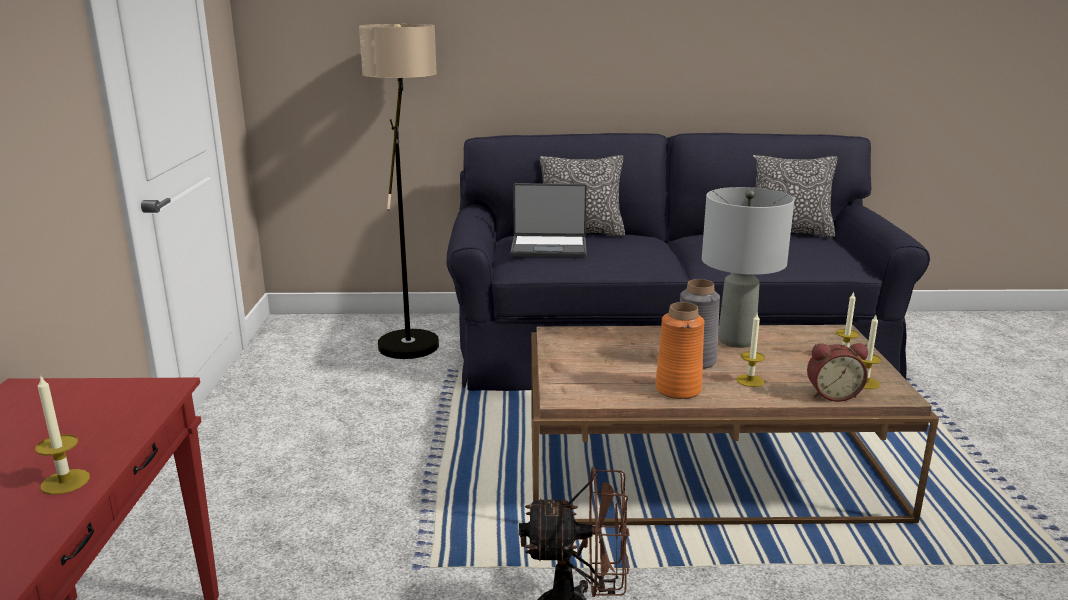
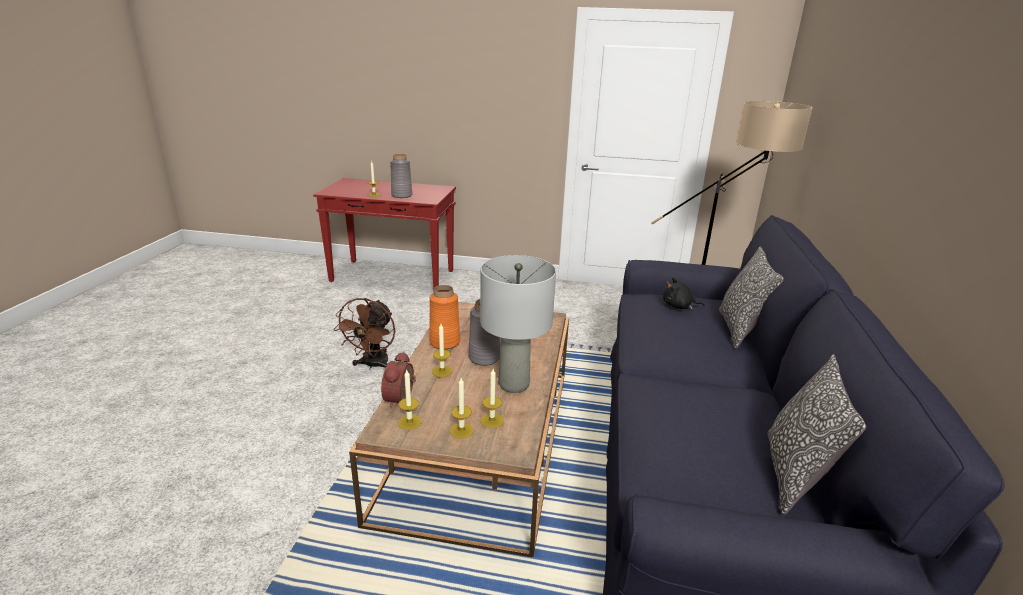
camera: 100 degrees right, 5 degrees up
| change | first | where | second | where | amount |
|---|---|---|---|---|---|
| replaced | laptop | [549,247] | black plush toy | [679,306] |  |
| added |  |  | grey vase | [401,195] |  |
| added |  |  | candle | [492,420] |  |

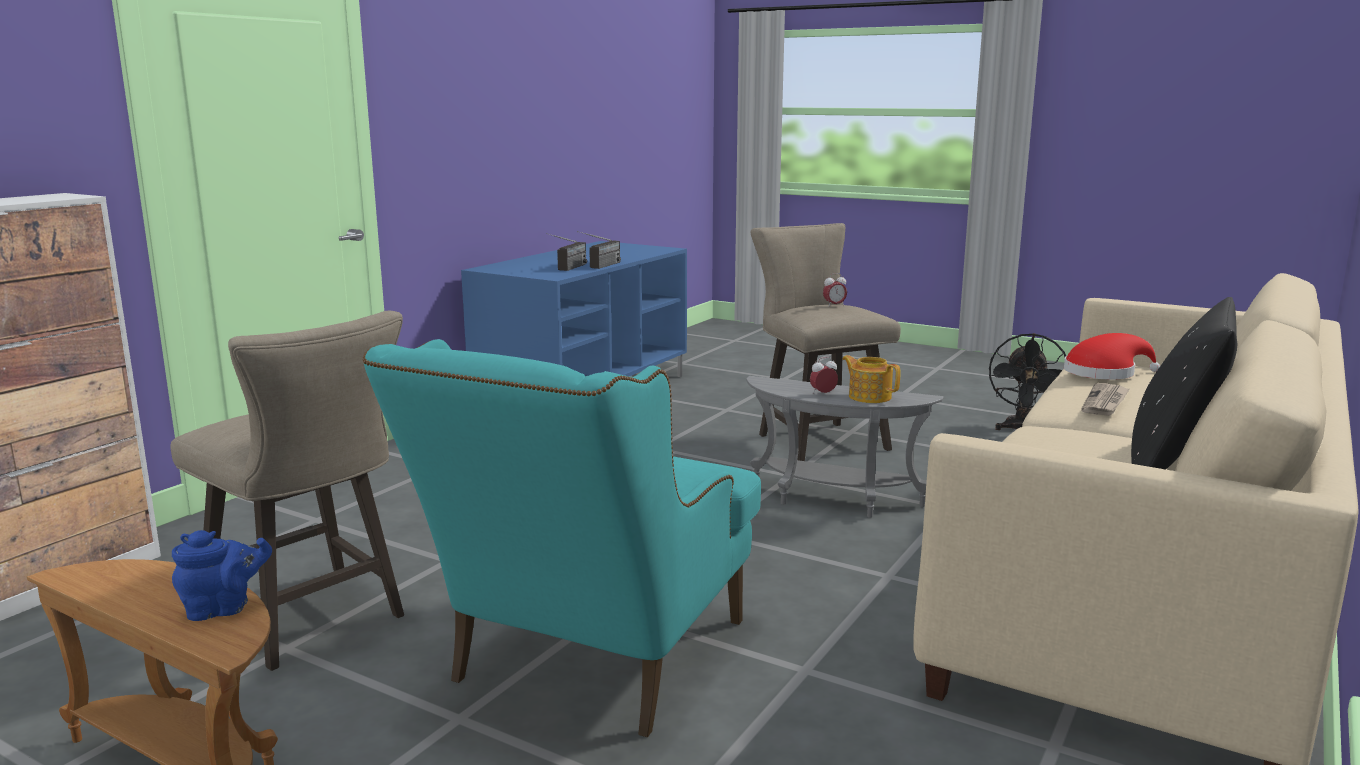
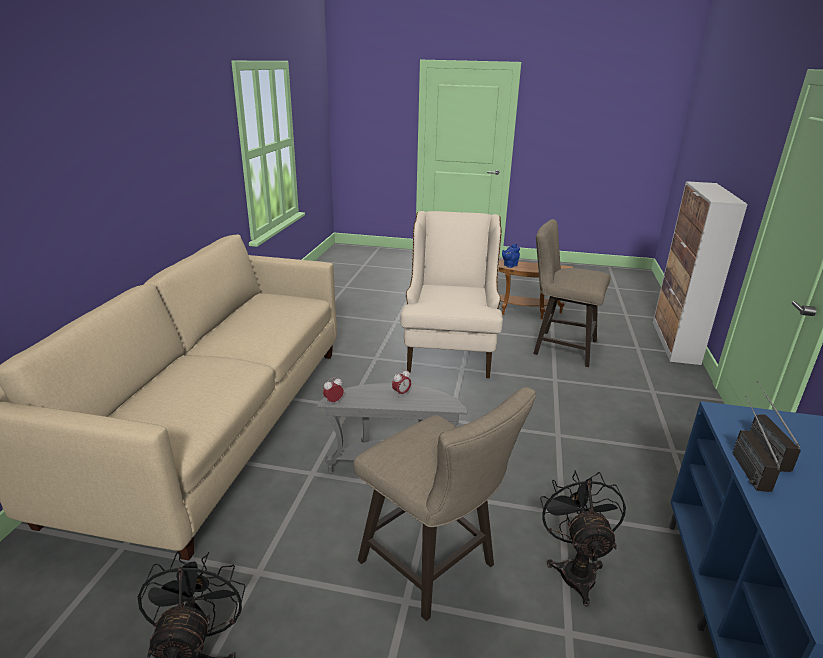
camera: 160 degrees right, 10 degrees up
| change | first | where | second | where | amount |
|---|---|---|---|---|---|
| moved | alarm clock | [834,305] |  | [333,401] |  |
| removed | black pillow | [1172,467] |  |  |  |
| removed | red hat | [1104,373] |  |  |  |
| recoloured | turquoise armchair | [587,665] | beige armchair | [450,348] |  |
| removed | teapot | [869,396] |  |  |  |
| removed | newspaper | [1106,402] |  |  |  |
| added |  |  | black fan | [575,569] |  |

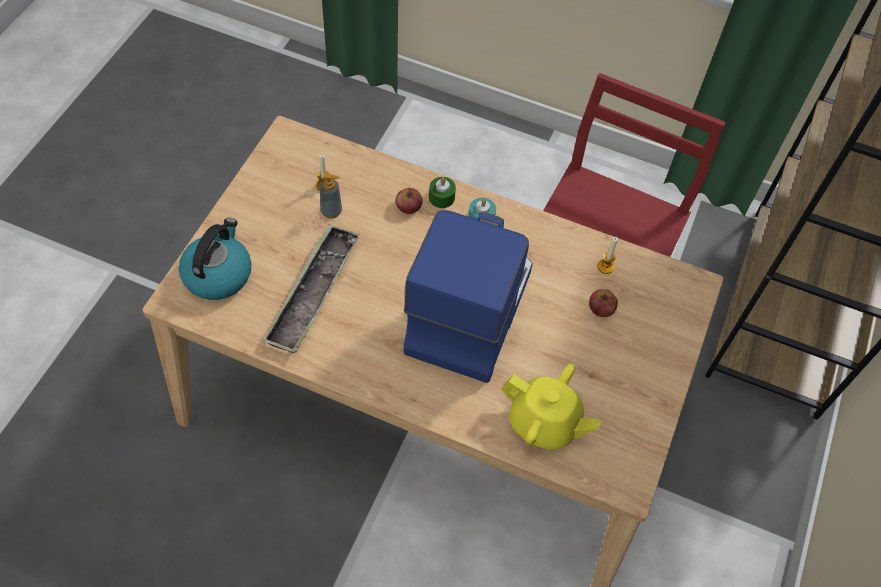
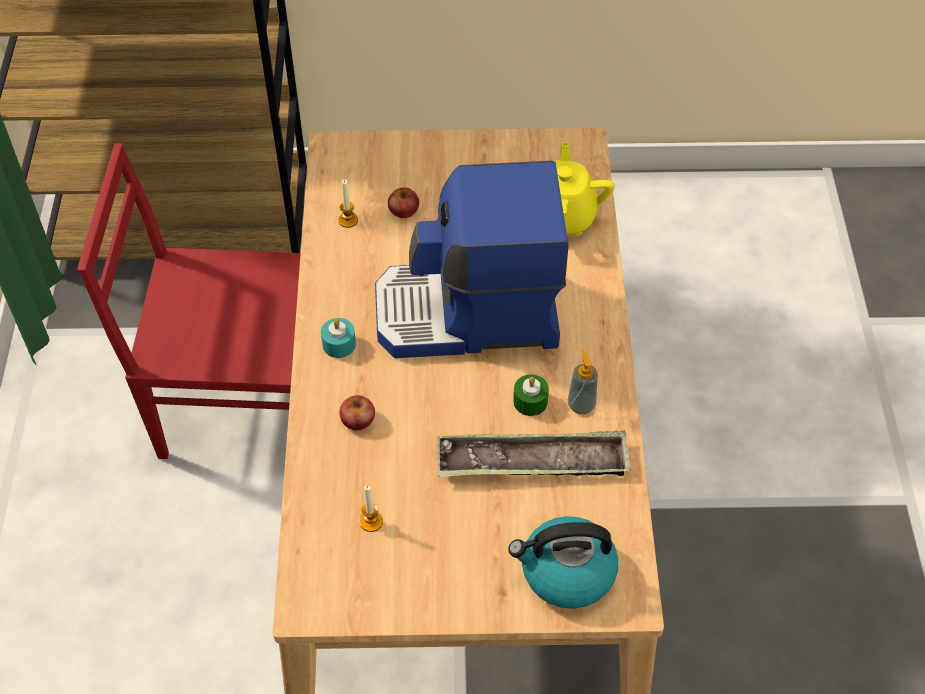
camera: 110 degrees left, 5 degrees down
| change | first | where | second | where | amount |
|---|---|---|---|---|---|
| moved | soap dispenser | [331,211] |  | [581,404] |  |
| moved | green candle | [441,197] |  | [530,401] |  |

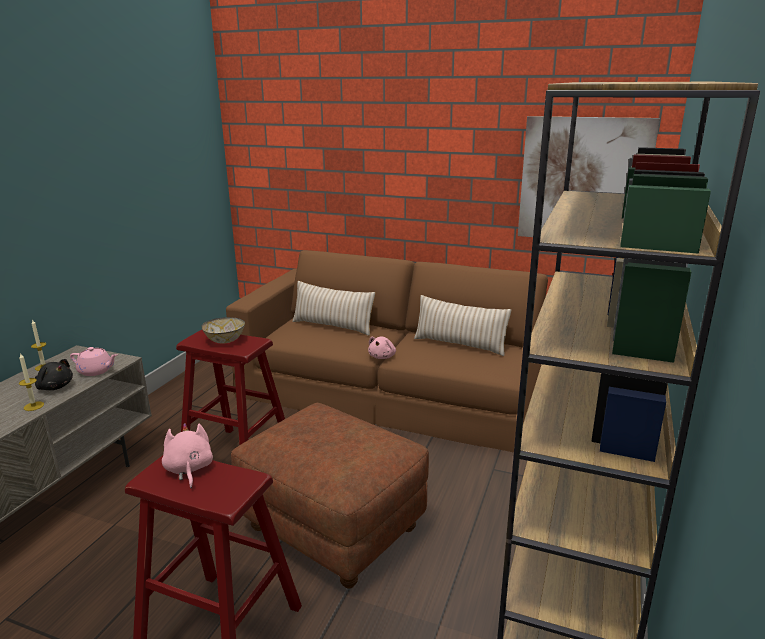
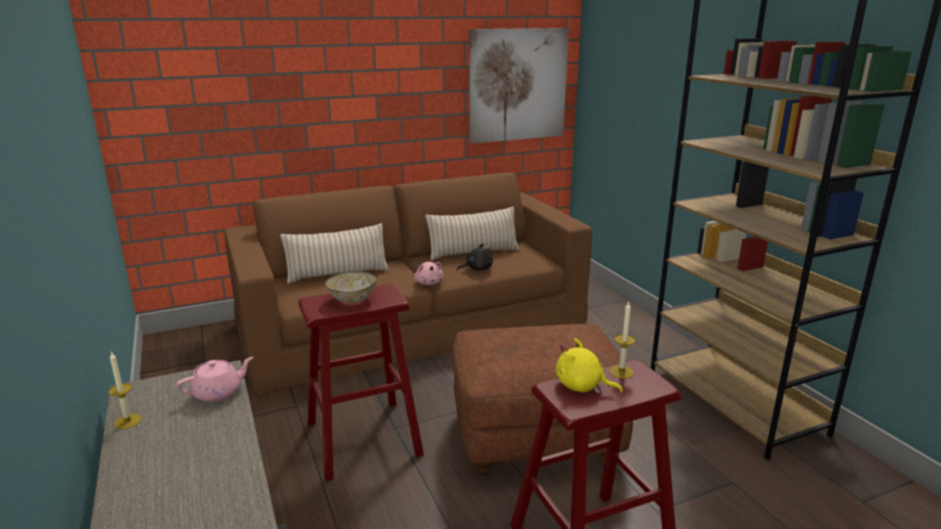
camera: 45 degrees left, 0 degrees up
| change | first | where | second | where | amount |
|---|---|---|---|---|---|
| moved | candle | [33,406] |  | [621,372] |  |
| moved | black plush toy | [55,387] |  | [477,269] |  |
| recoloured | pink plush toy | [189,469] | yellow plush toy | [582,386] |  |

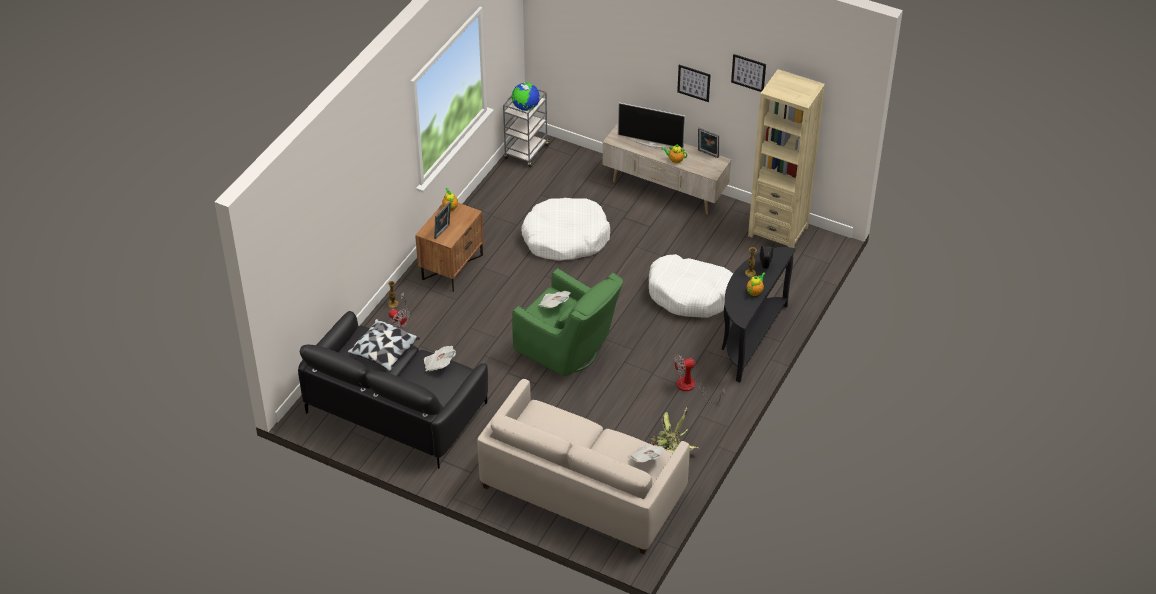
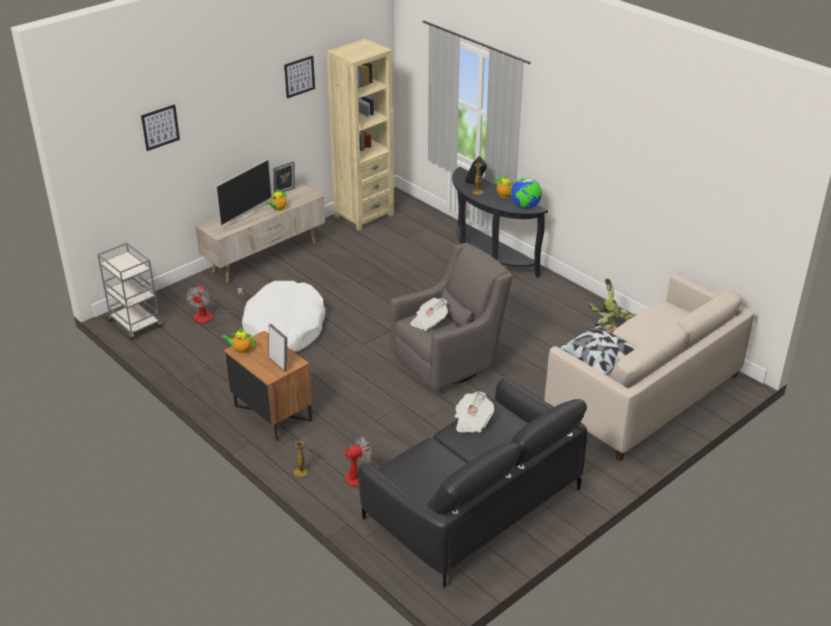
camera: 70 degrees left, 10 degrees down
| change | first | where | second | where | amount |
|---|---|---|---|---|---|
| moved | picture | [694,83] |  | [160,127] |  |
| moved | globe | [525,107] |  | [525,207] |  |
| removed | white dog bed | [691,294] |  |  |  |
| recoloured | green armchair | [568,352] | grey armchair | [450,362] |  |
| moved | pillow | [384,352] |  | [600,360] |  |
| moved | fan | [692,387] |  | [209,315] |  |
| removed | newspaper | [646,458] |  |  |  |

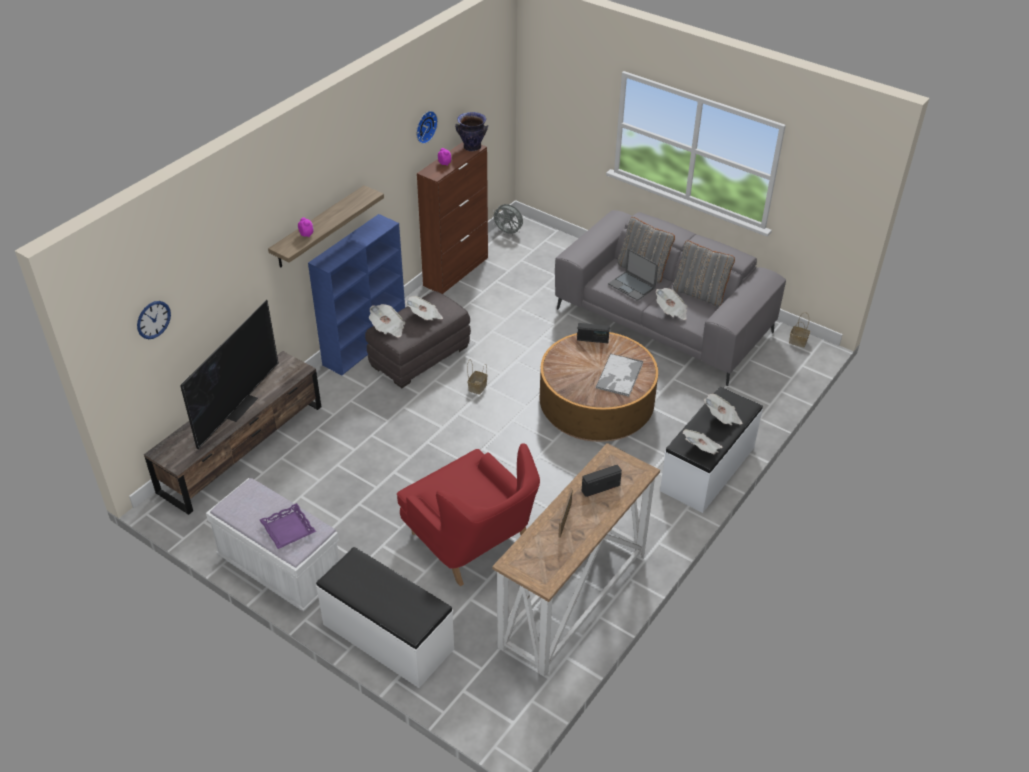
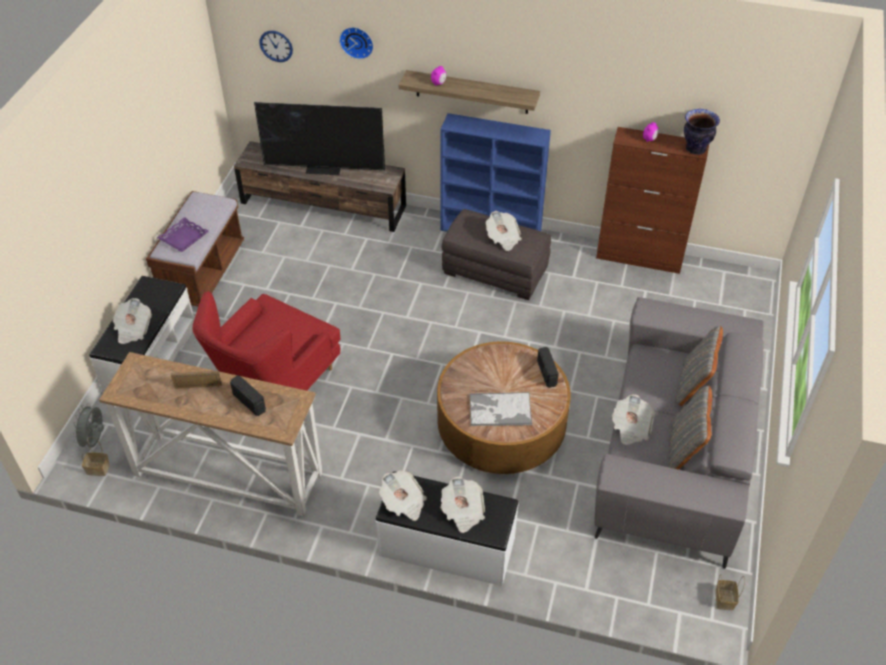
camera: 70 degrees right, 5 degrees up
| change | first | where | second | where | amount |
|---|---|---|---|---|---|
| moved | wall clock | [424,126] |  | [357,41] |  |
| moved | grey fan | [508,233] |  | [95,440] |  |
| removed | laptop | [632,286] |  |  |  |
| moved | newspaper | [388,328] |  | [133,329] |  |
| moved | basket | [477,387] |  | [99,468] |  |
| recoloured | white bench | [280,568] | brown bench | [203,272] |  |

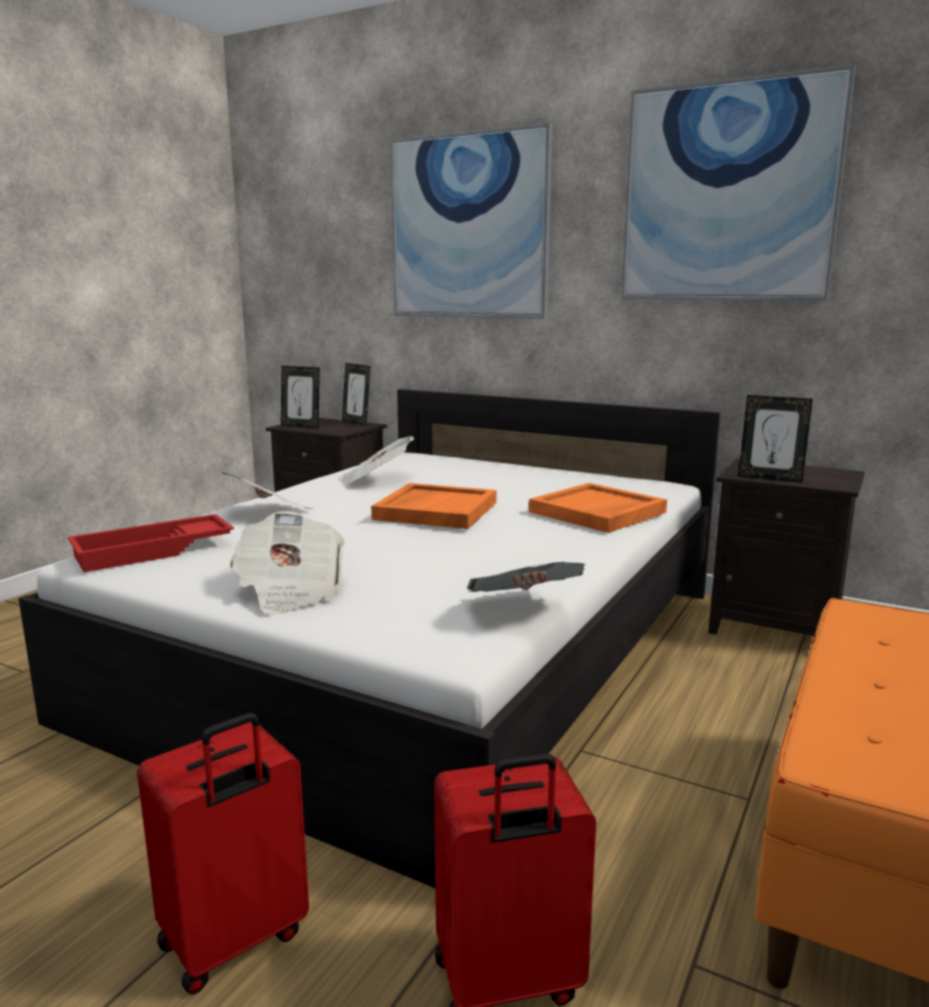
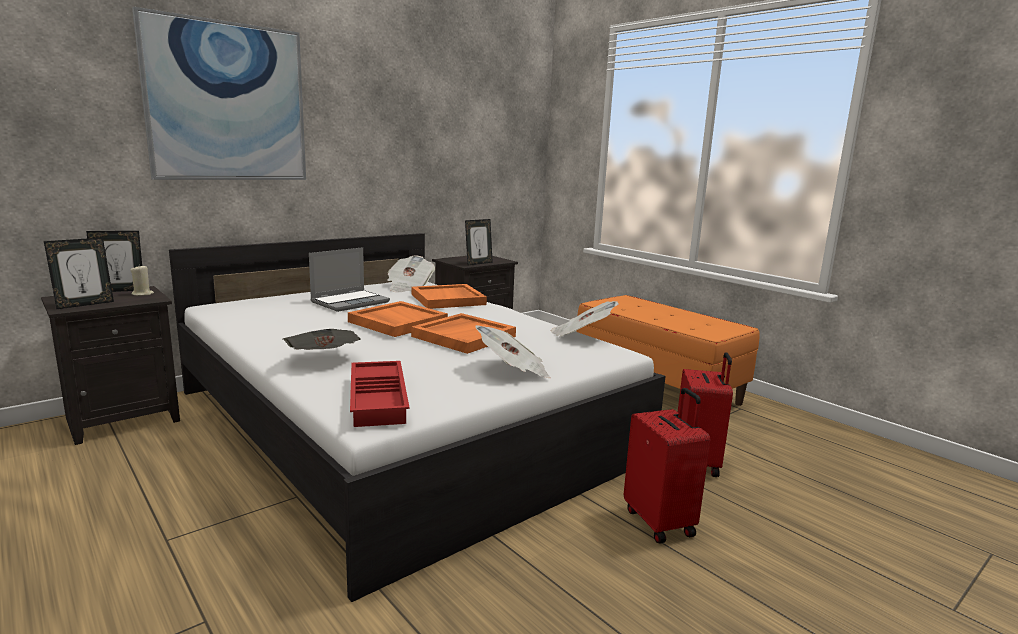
camera: 70 degrees left, 0 degrees up
| change | first | where | second | where | amount |
|---|---|---|---|---|---|
| removed | picture | [728,193] |  |  |  |
| moved | newspaper | [375,480] |  | [409,287] |  |
| added |  |  | laptop | [350,302] |  |
| added |  |  | beige candle | [142,294] |  |
| added |  |  | orange tray | [464,336] |  |

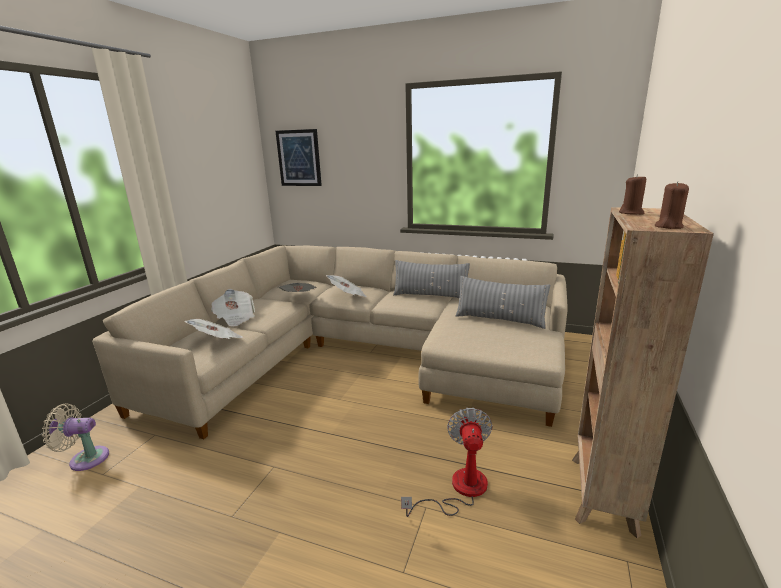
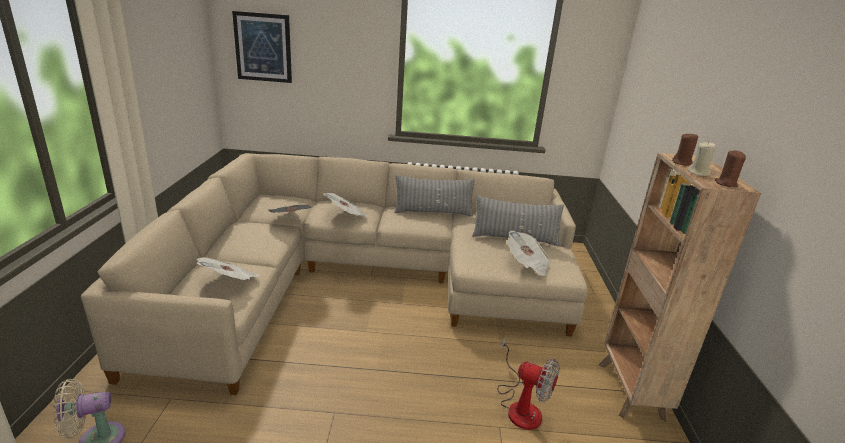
camera: 20 degrees left, 5 degrees up
| change | first | where | second | where | amount |
|---|---|---|---|---|---|
| moved | newspaper | [235,318] |  | [527,264] |  |
| turned | fan | [459,489] |  | [520,406] | 135 degrees clockwise |
| added |  |  | beige candle | [698,173] |  |

